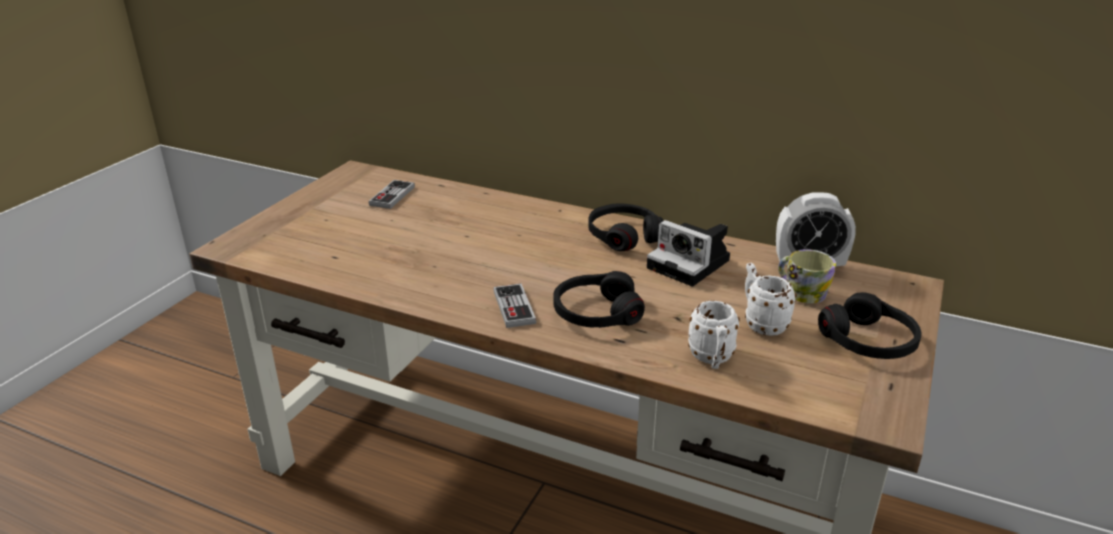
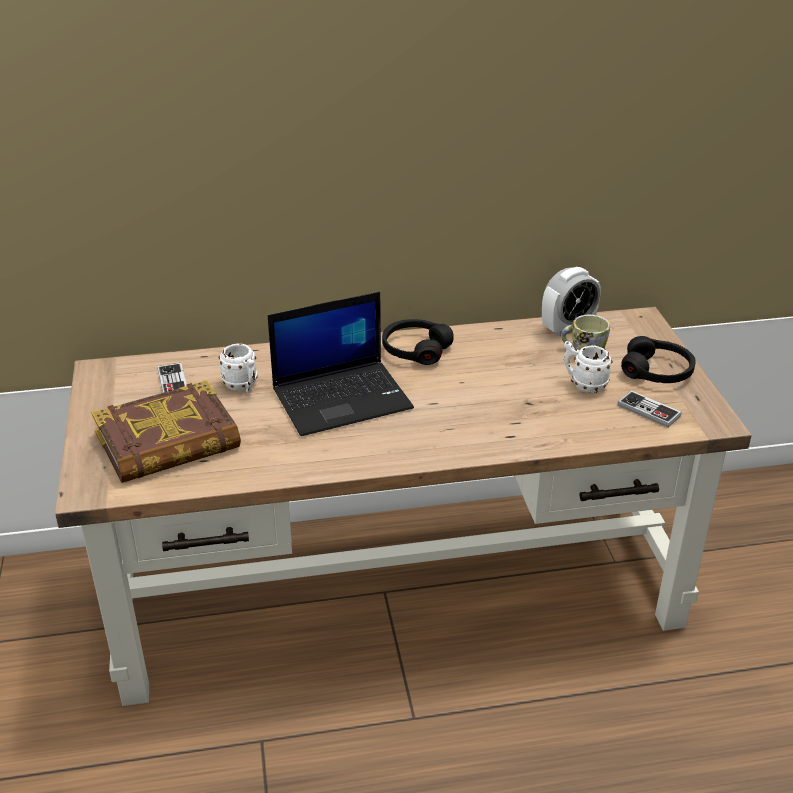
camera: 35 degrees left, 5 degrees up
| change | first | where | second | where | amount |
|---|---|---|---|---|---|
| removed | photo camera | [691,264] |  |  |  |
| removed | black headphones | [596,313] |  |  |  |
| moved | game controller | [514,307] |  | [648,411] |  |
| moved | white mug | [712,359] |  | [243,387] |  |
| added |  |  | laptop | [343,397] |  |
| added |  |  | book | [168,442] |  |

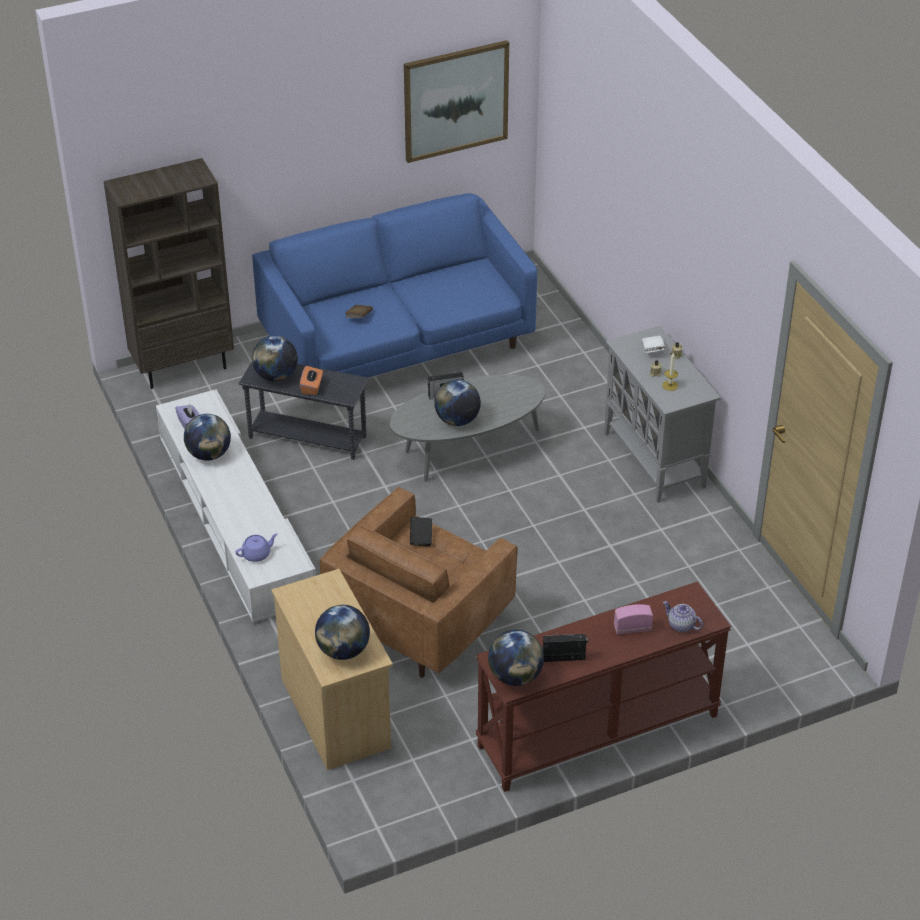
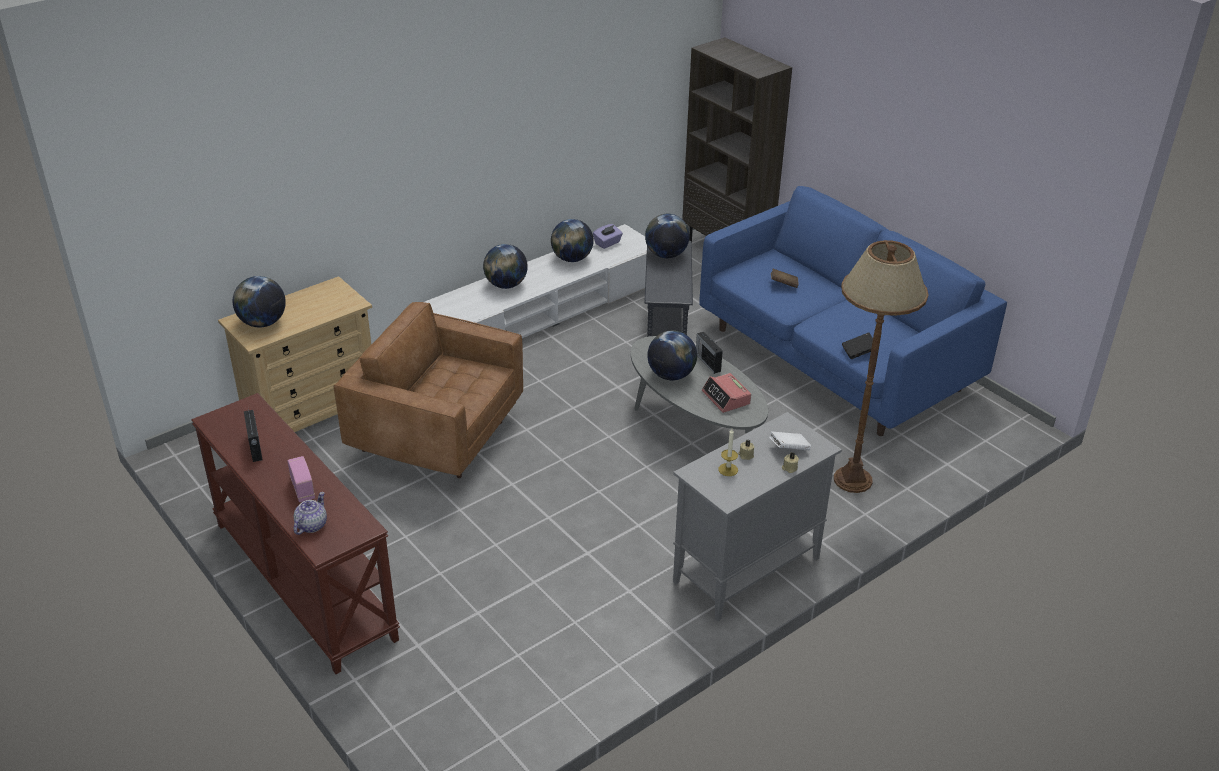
camera: 75 degrees right, 5 degrees down
| change | first | where | second | where | amount |
|---|---|---|---|---|---|
| removed | picture | [455,100] |  |  |  |
| removed | orange tissue box | [312,387] |  |  |  |
| moved | black book | [421,537] |  | [858,352] |  |
| removed | purple teapot | [257,554] |  |  |  |
| moved | globe | [515,676] |  | [506,285] |  |
| added |  |  | brown floor lamp | [852,479] |  |
| added |  |  | alarm clock | [726,398] |  |

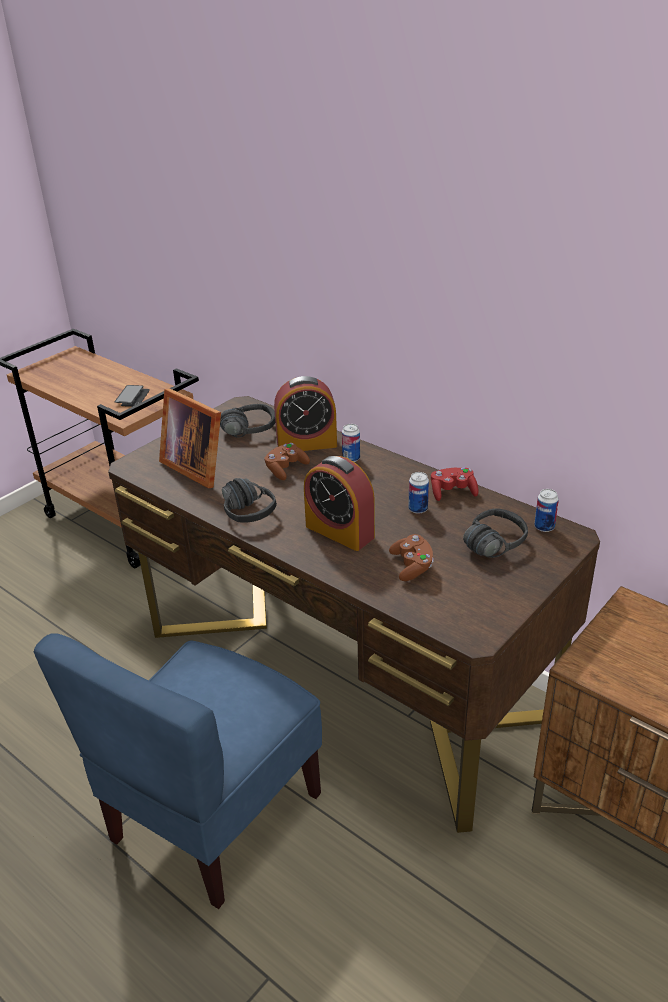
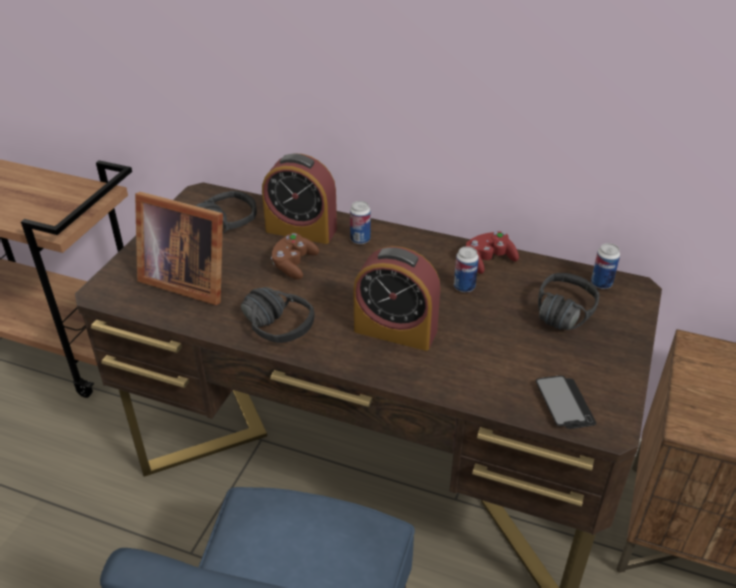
camera: 20 degrees left, 5 degrees up
| change | first | where | second | where | amount |
|---|---|---|---|---|---|
| turned | alarm clock | [306,444] |  | [301,230] | 45 degrees clockwise |
| moved | phone | [132,397] |  | [564,403] |  |
| removed | brown game controller | [412,566] |  |  |  |

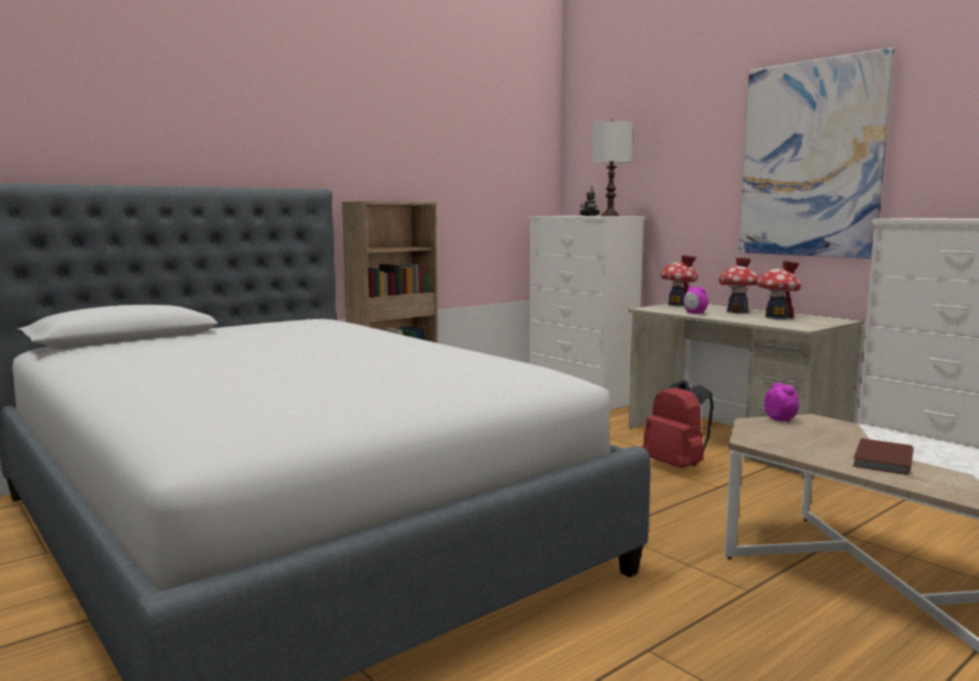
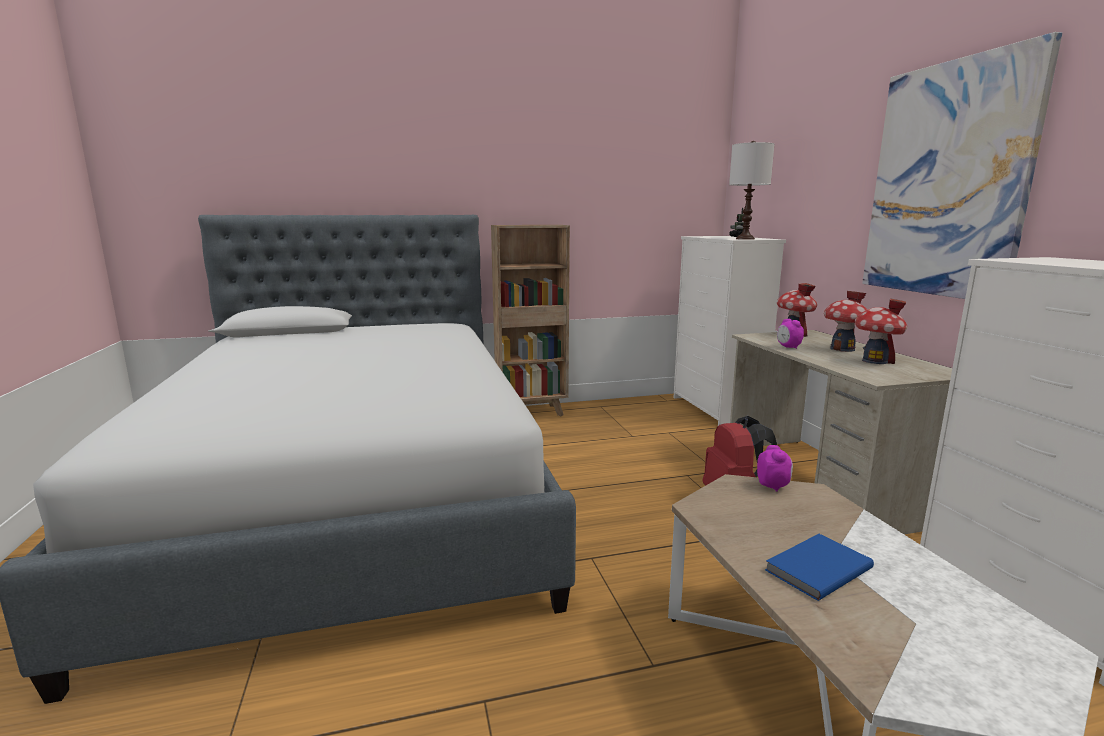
camera: 25 degrees right, 5 degrees up
| change | first | where | second | where | amount |
|---|---|---|---|---|---|
| recoloured | brown book | [881,460] | blue book | [815,568] |  |

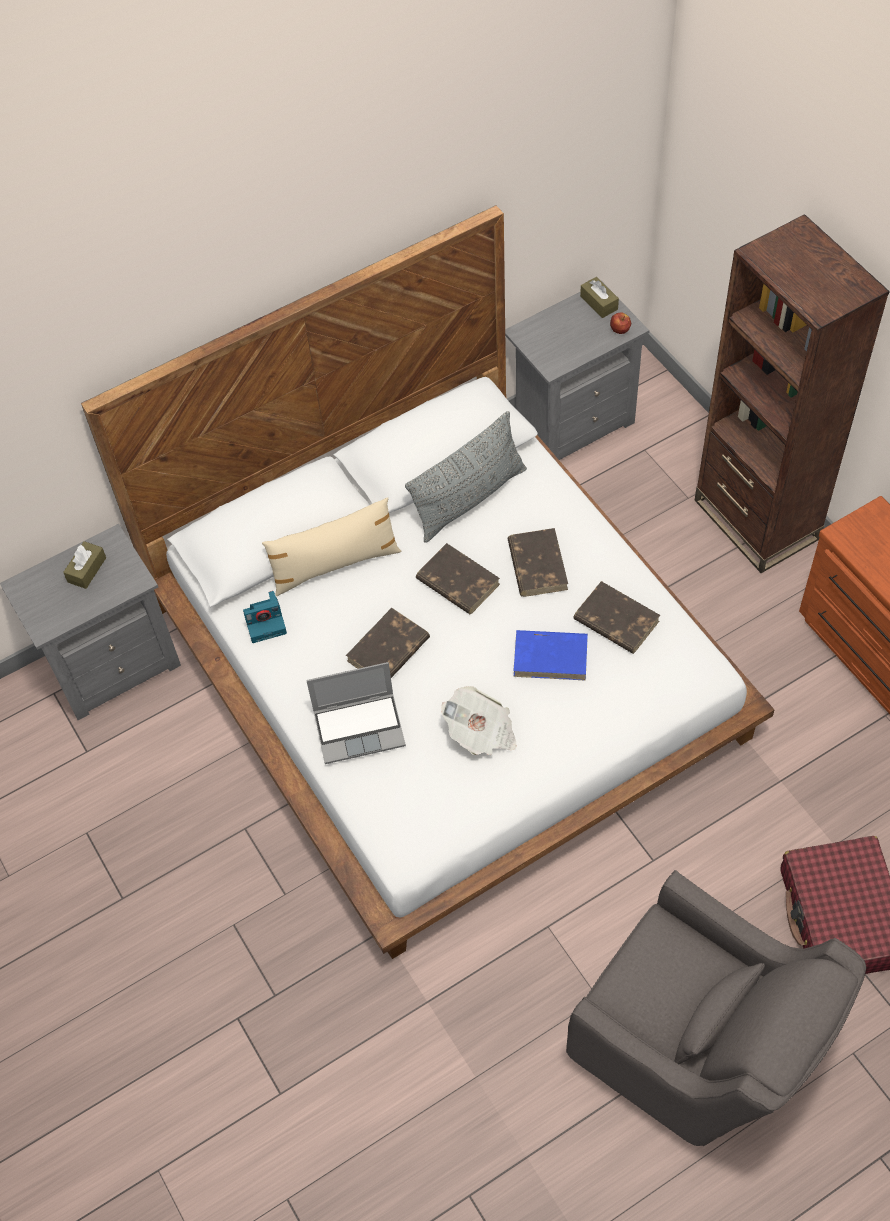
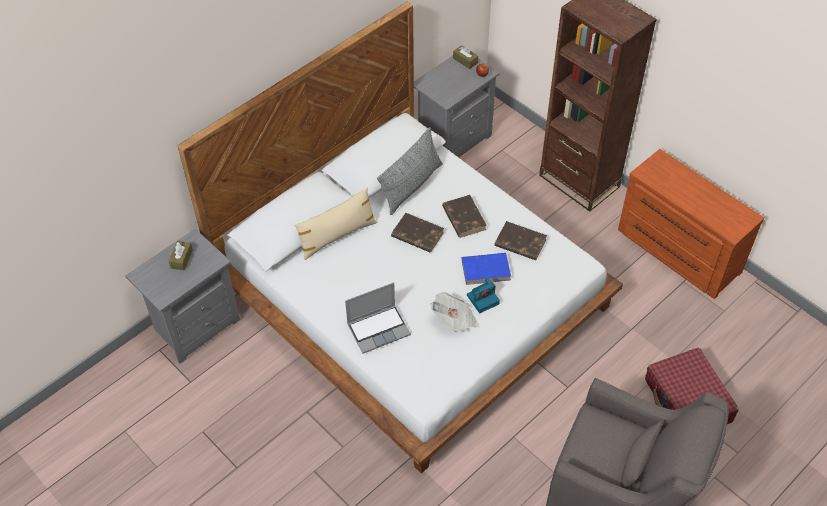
camera: 15 degrees left, 5 degrees down
| change | first | where | second | where | amount |
|---|---|---|---|---|---|
| moved | photo camera | [266,622] |  | [483,299] |  |
| removed | brown book | [388,650] |  |  |  |

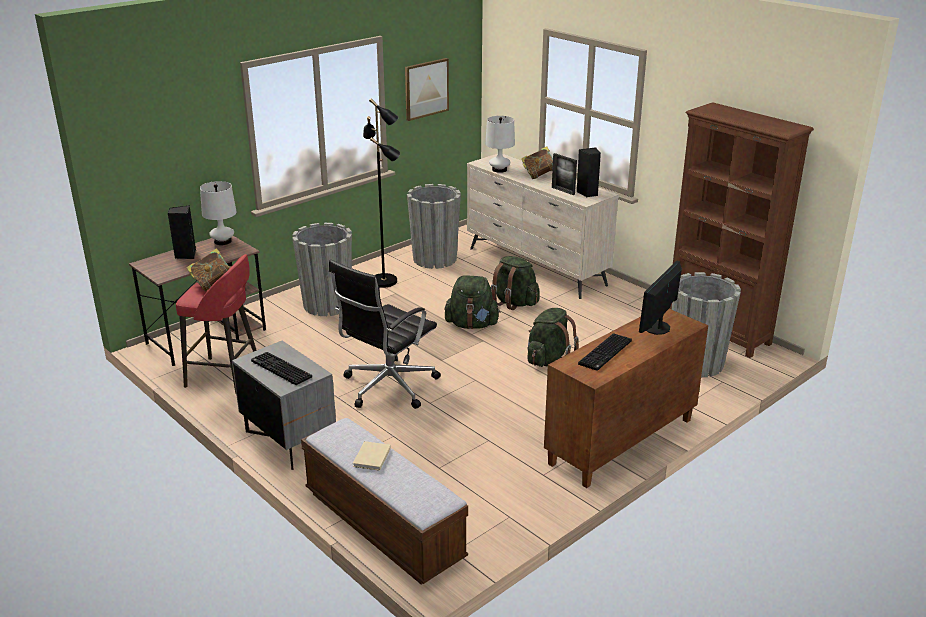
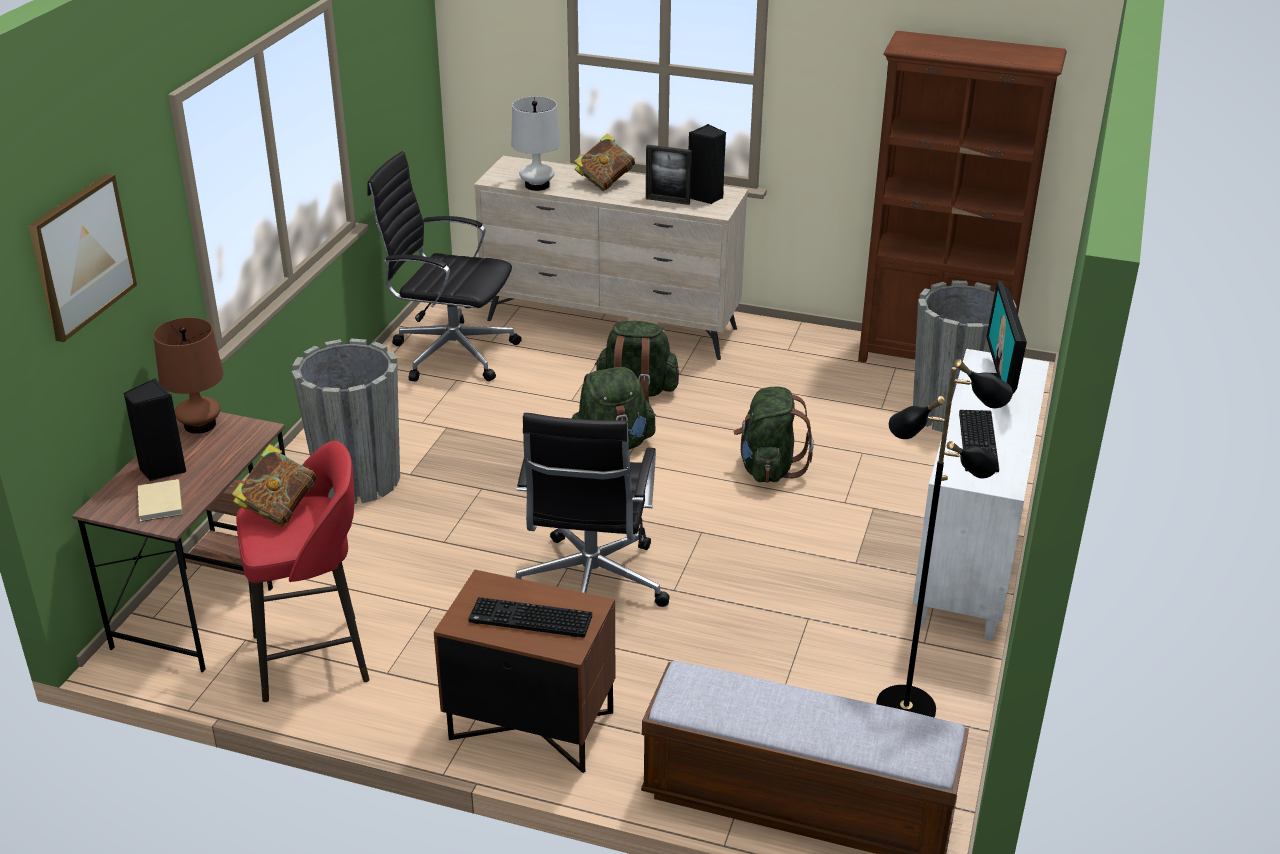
camera: 30 degrees left, 5 degrees up
| change | first | where | second | where | amount |
|---|---|---|---|---|---|
| moved | picture | [426,88] |  | [81,256] |  |
| moved | black floor lamp | [384,281] |  | [906,708] |  |
| recoloured | white table lamp | [223,241] | brown table lamp | [200,425] |  |
| replaced | grey planter | [434,259] | black office chair | [450,352] |  |
| recoloured | brown cabinet | [621,442] | white cabinet | [971,559] |  |
| recoloured | grey nightstand | [289,440] | brown nightstand | [530,727] |  |
| moved | beige book | [371,458] |  | [159,503] |  |

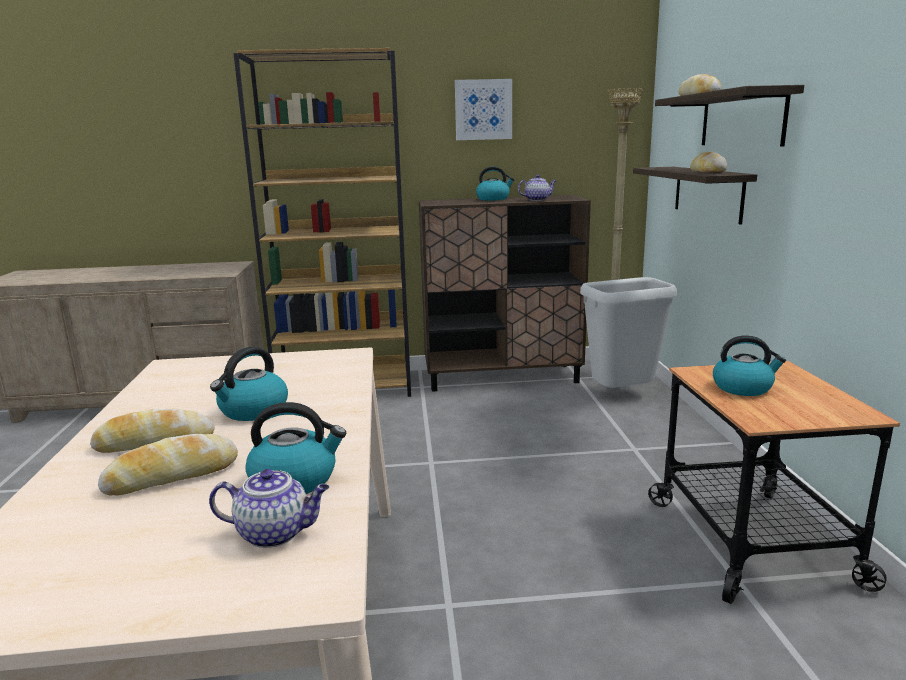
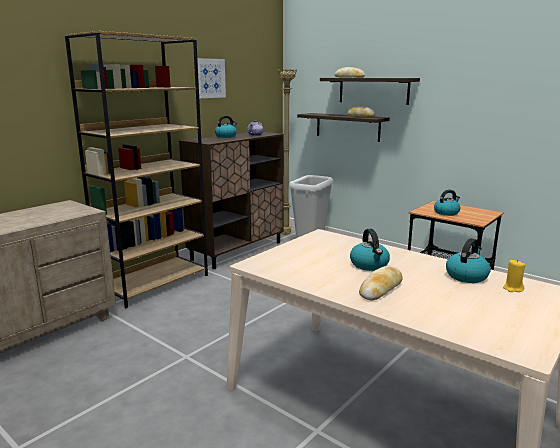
camera: 45 degrees left, 0 degrees up
| change | first | where | second | where | amount |
|---|---|---|---|---|---|
| removed | bread | [172,476] |  |  |  |
| replaced | teapot | [275,533] | yellow candle | [513,289] |  |

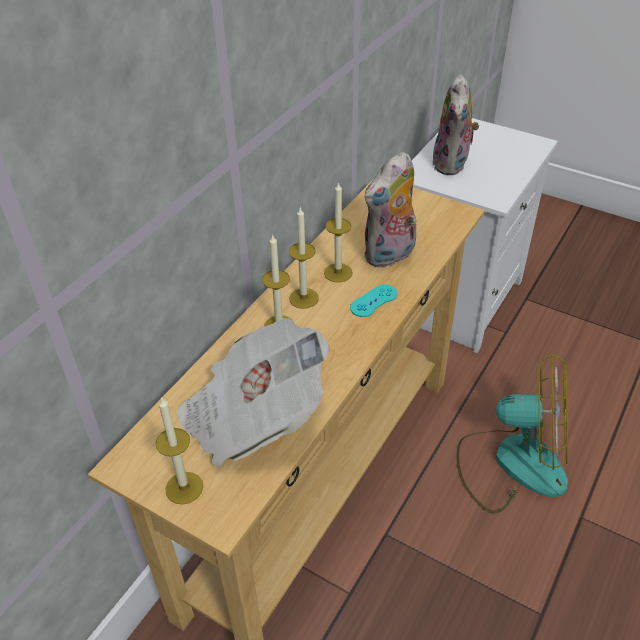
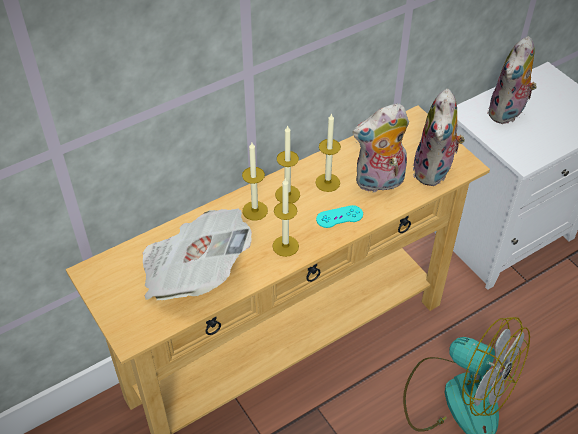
camera: 25 degrees right, 5 degrees up
| change | first | where | second | where | amount |
|---|---|---|---|---|---|
| moved | candle | [184,488] |  | [285,246] |  |
| added |  |  | plush toy | [434,171] |  |

